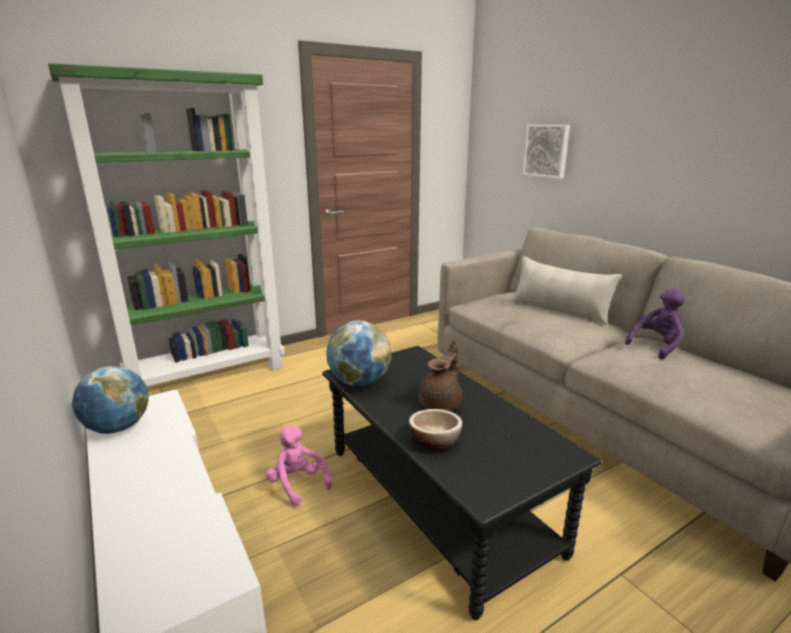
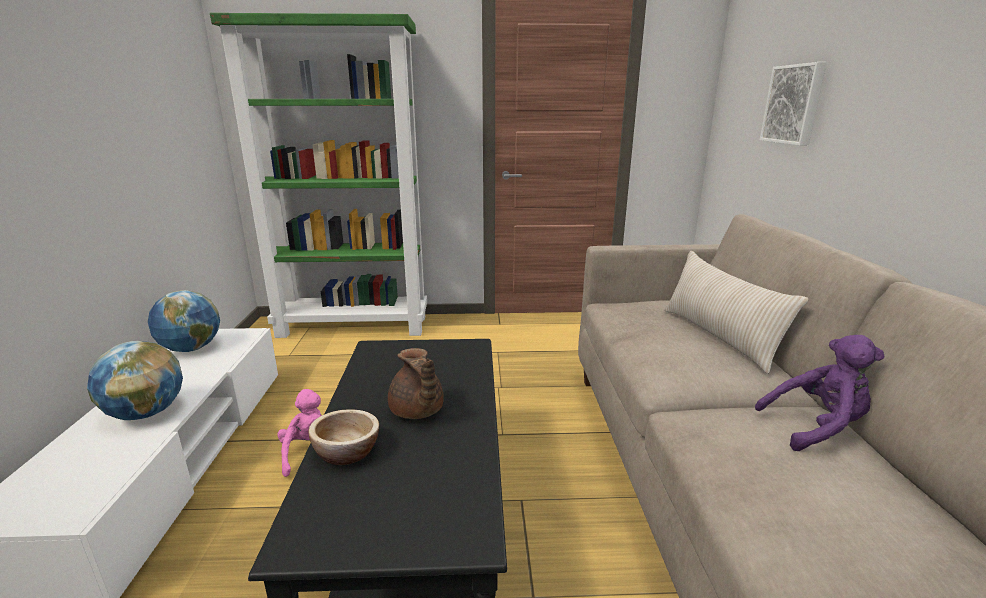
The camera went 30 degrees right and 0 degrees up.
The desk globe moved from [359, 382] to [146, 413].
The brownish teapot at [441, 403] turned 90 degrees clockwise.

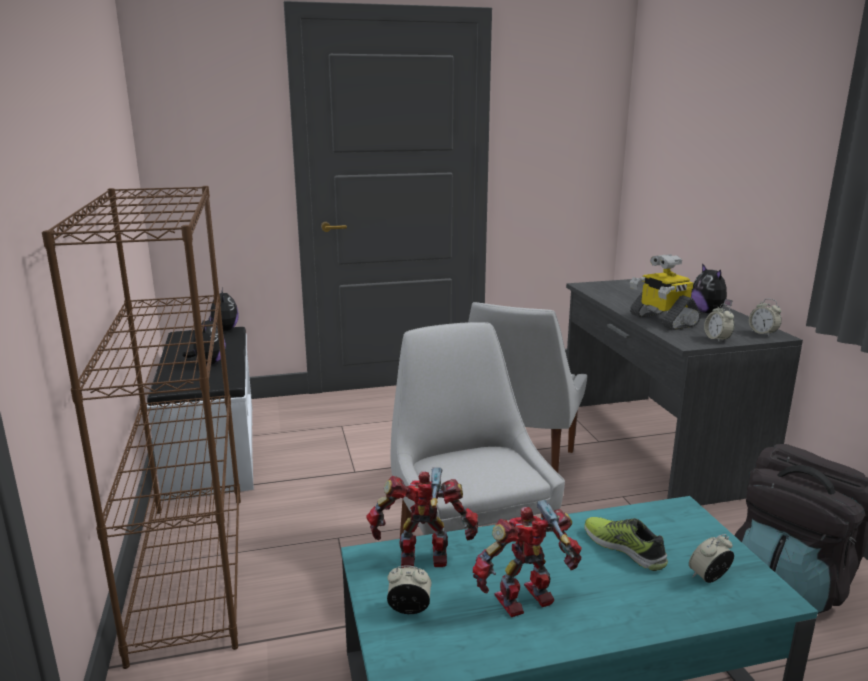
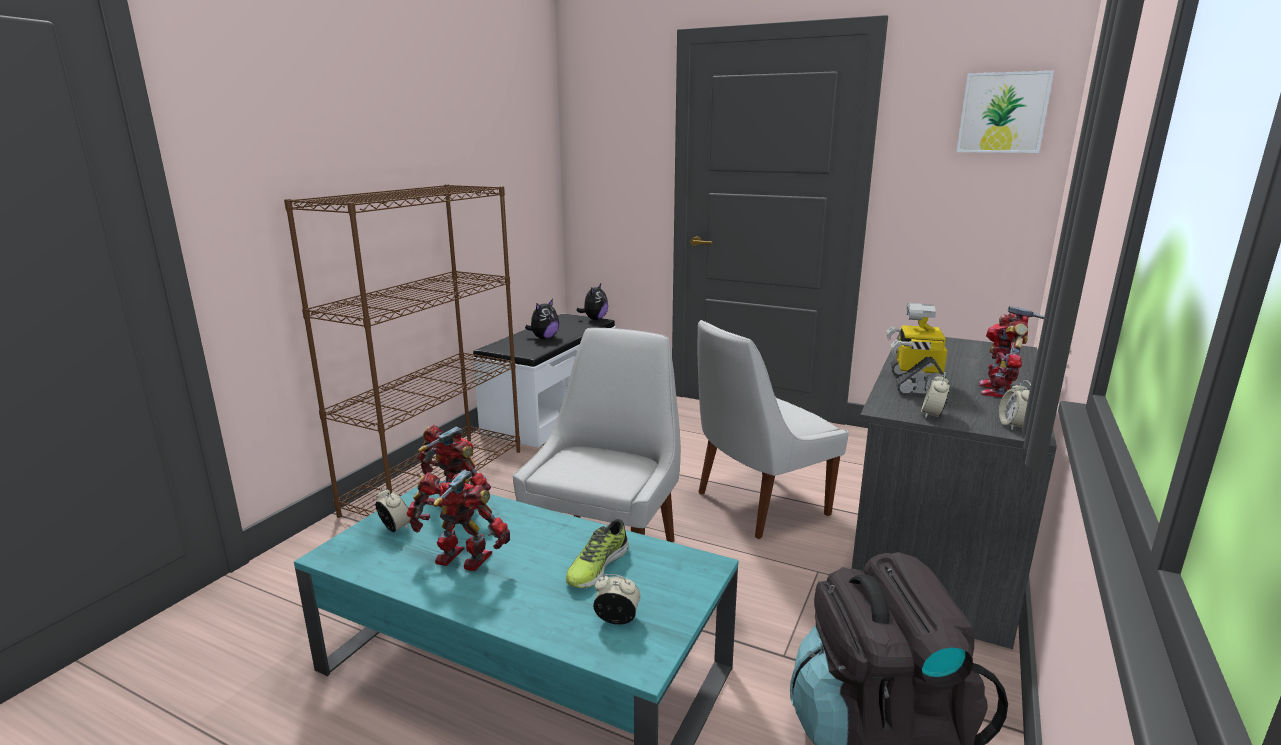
The camera went 40 degrees right and 0 degrees up.
The wall art at [1003, 113] appeared.
The cuddly toy at [708, 312] was replaced by the toy robot at [1000, 391].
The low shoe at [625, 548] turned 150 degrees counterclockwise.

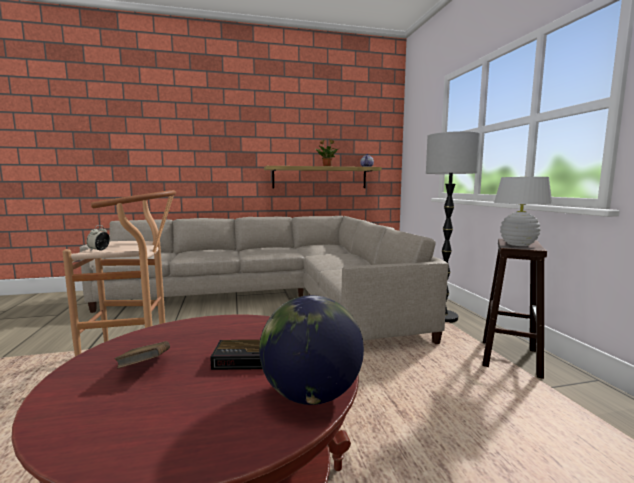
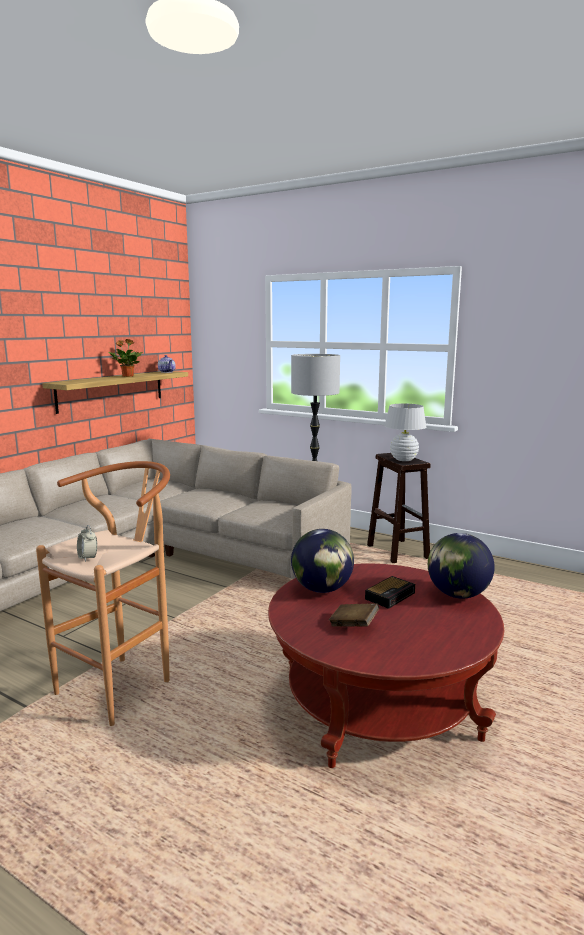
The camera went 45 degrees left and 5 degrees up.
The desk globe at [322, 589] appeared.

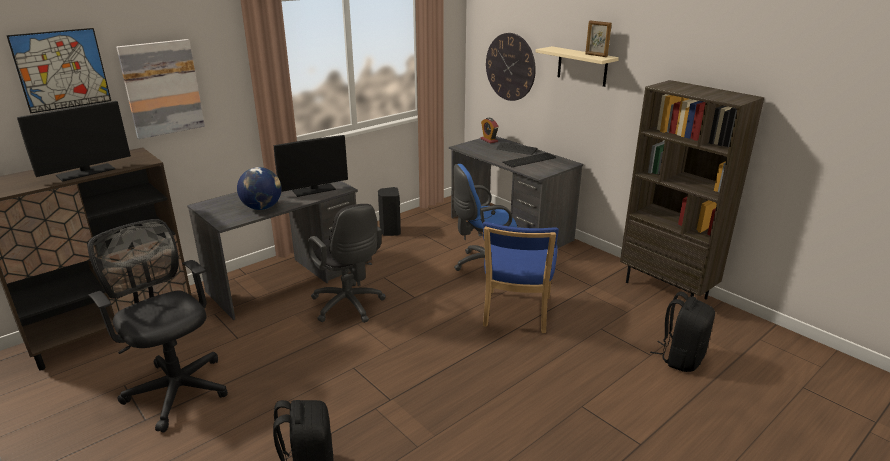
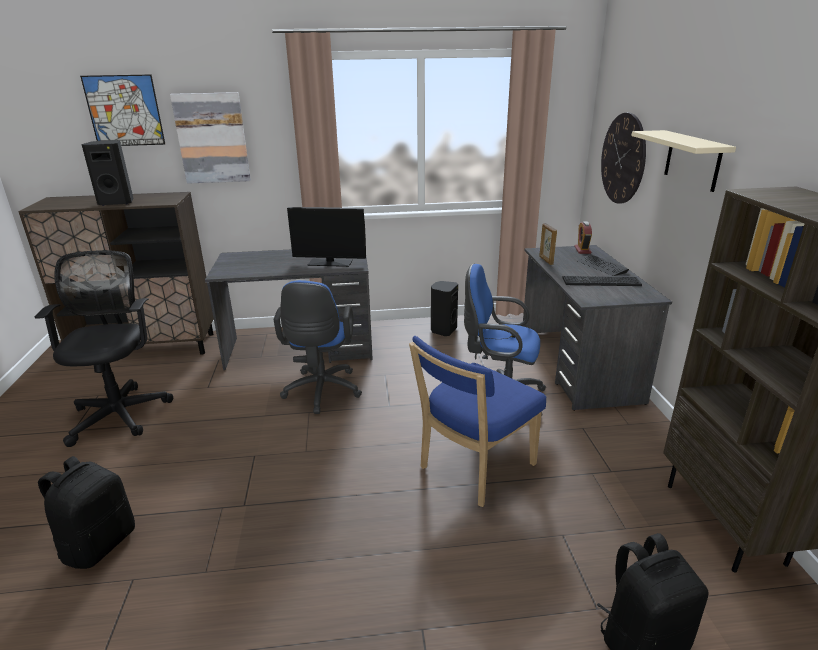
The camera went 35 degrees right and 0 degrees up.
The desk globe at [262, 207] disappeared.
The standing frame moved from [596, 55] to [545, 260].
The monitor at [86, 172] was replaced by the black speaker at [117, 202].
The black office chair at [349, 306] became the blue office chair at [321, 393].

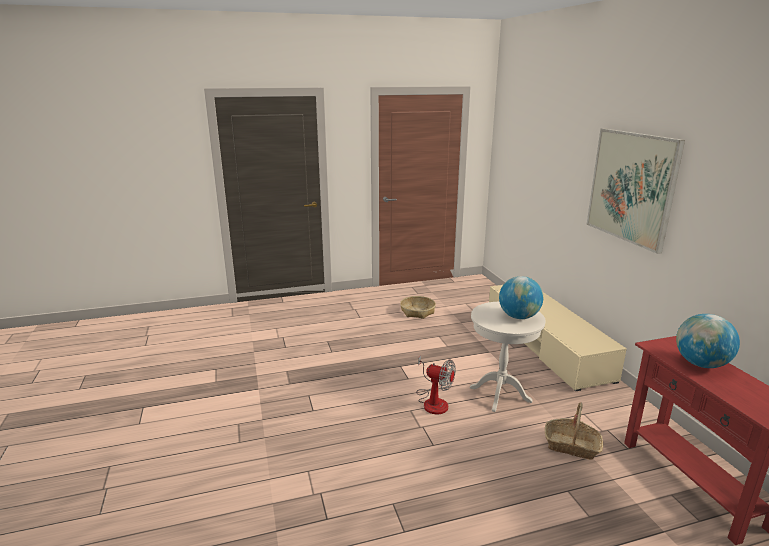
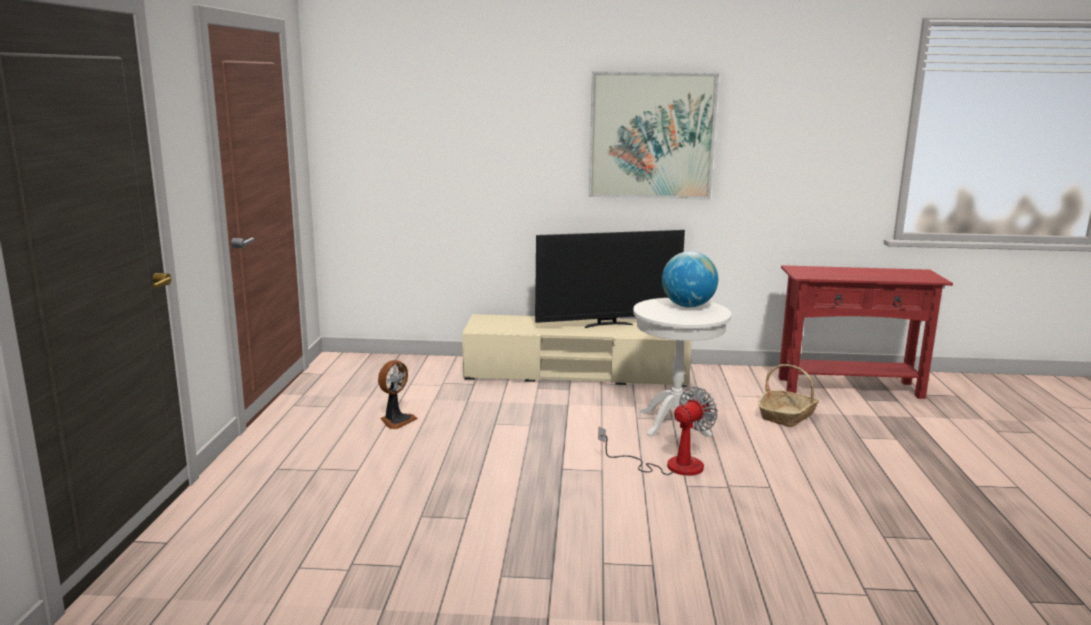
The camera went 70 degrees left and 5 degrees down.
The desk globe at [701, 364] disappeared.
The television at [607, 324] appeared.
The basket at [417, 311] was replaced by the cooling fan at [396, 420].

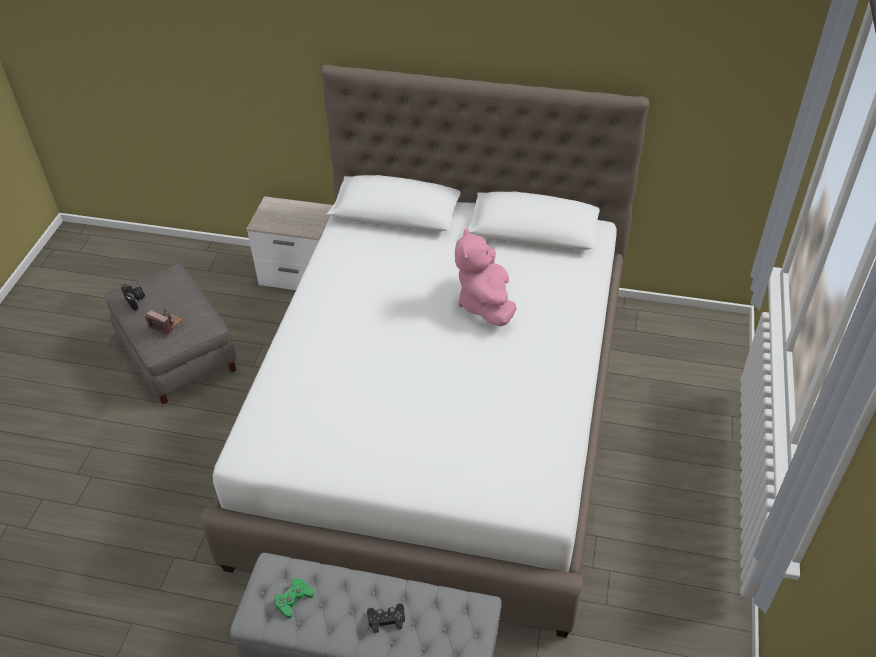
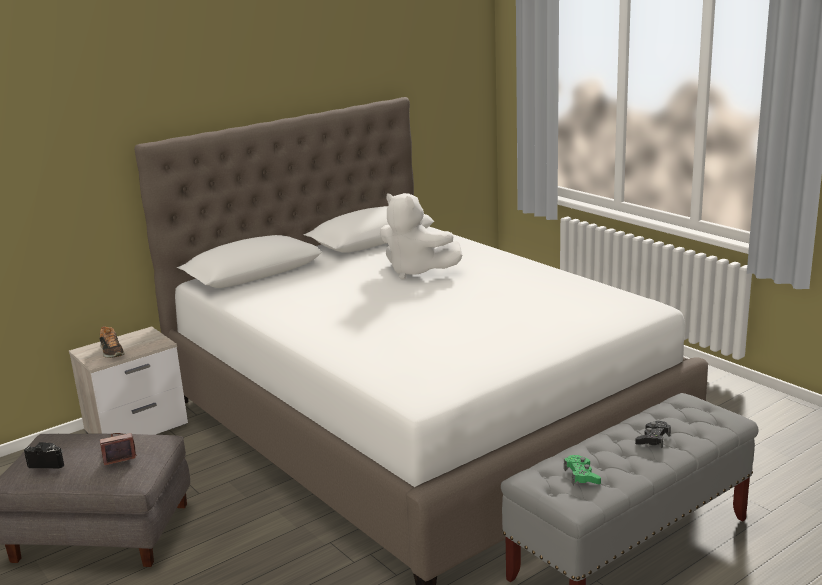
The camera went 50 degrees left and 25 degrees down.
The low shoe at [111, 352] appeared.
The pink cuddly toy at [485, 304] became the whitish cuddly toy at [416, 271].

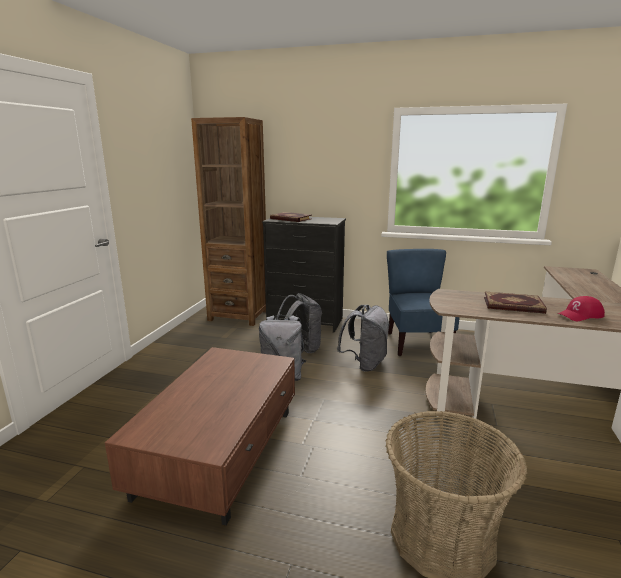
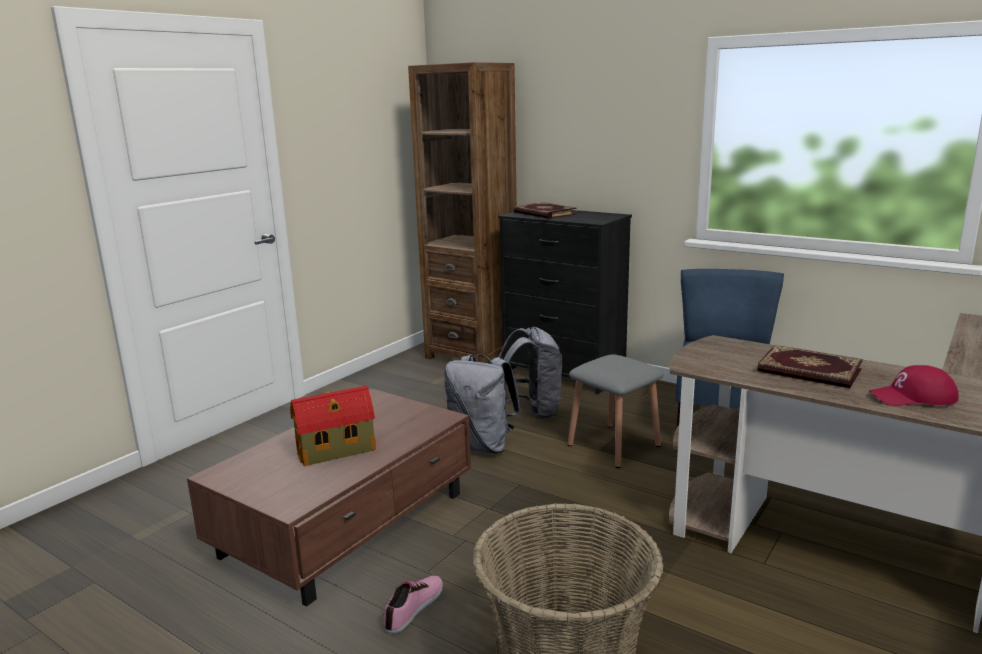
The camera went 20 degrees right and 0 degrees up.
The miniature house at [338, 450] appeared.
The low shoe at [414, 608] appeared.
The greyish backpack at [365, 364] was replaced by the greyish stool seat at [614, 445].

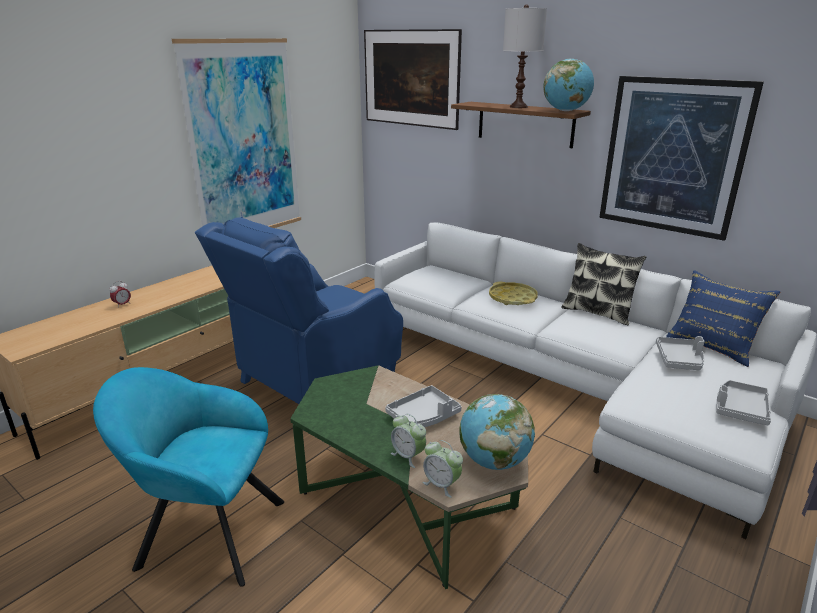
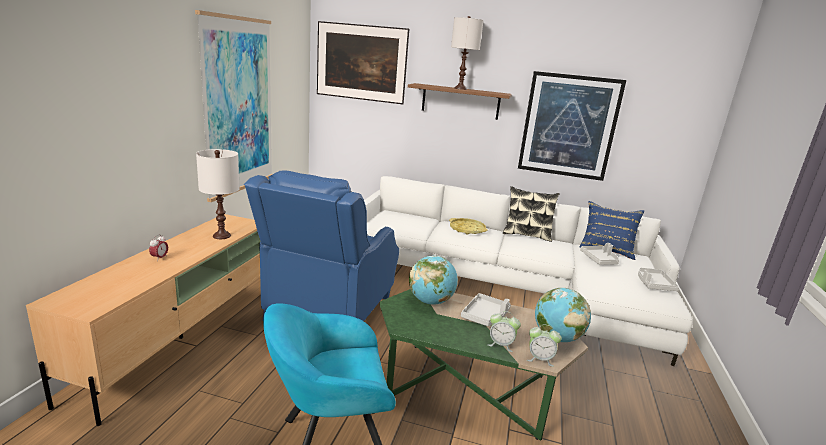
The camera went 25 degrees left and 5 degrees down.
The whitish table lamp at [221, 236] appeared.
The desk globe moved from [566, 111] to [431, 301].

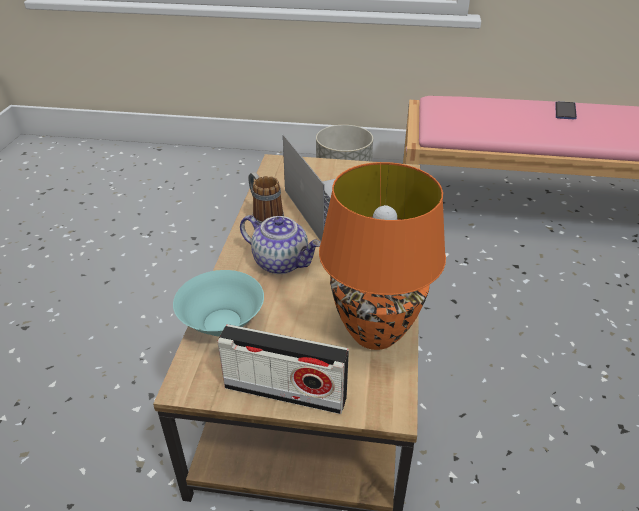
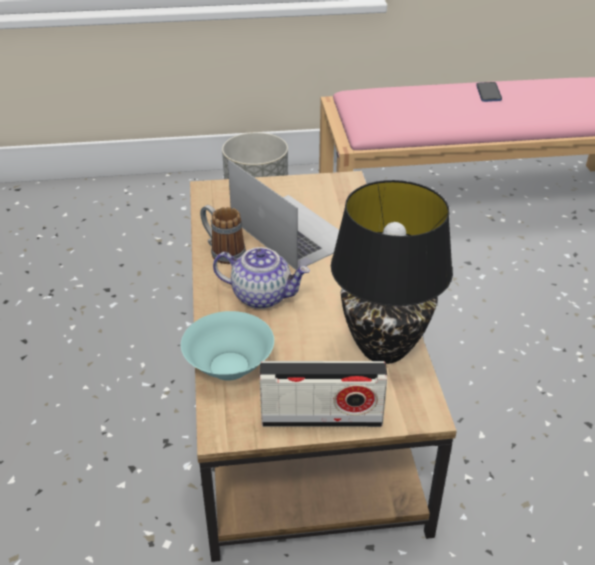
The camera went 15 degrees left and 0 degrees up.
The orange table lamp at [373, 332] became the black table lamp at [382, 348].

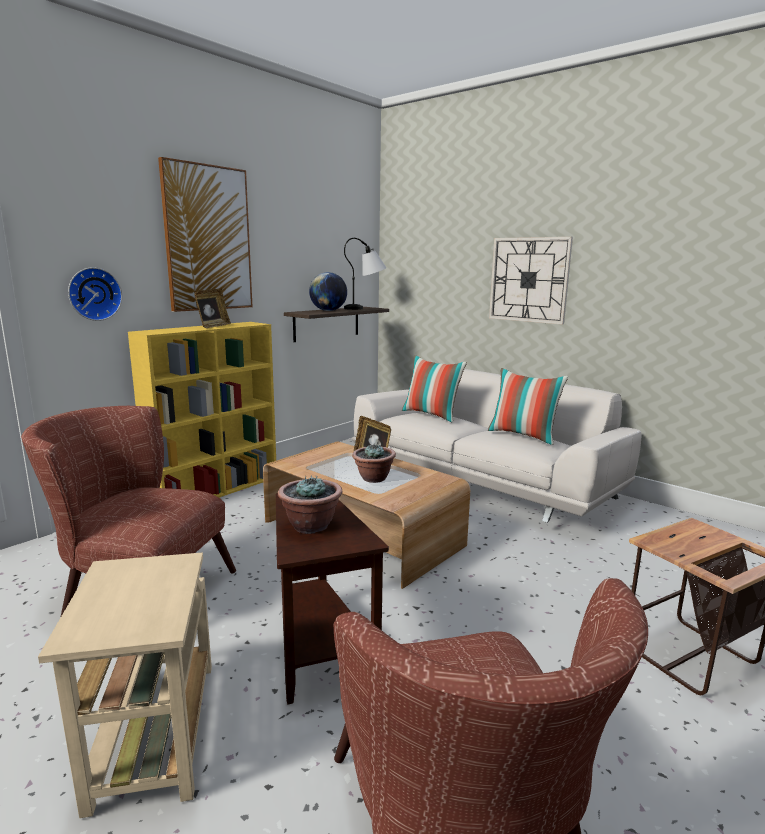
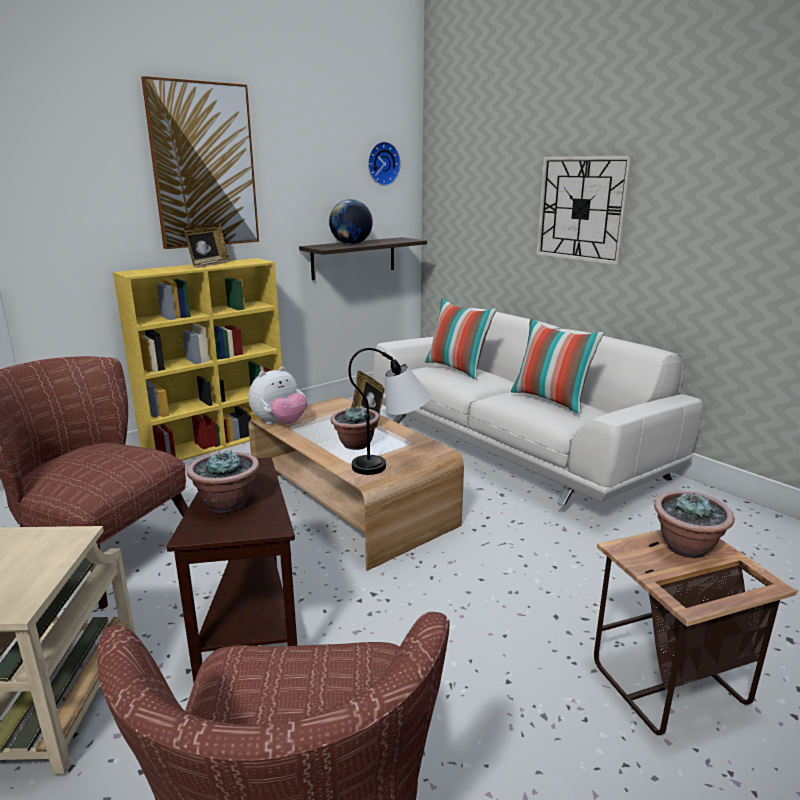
The camera went 10 degrees right and 5 degrees up.
The cuddly toy at [280, 423] appeared.
The houseplant at [686, 548] appeared.
The clock on the wall moved from [94, 294] to [382, 163].
The table lamp moved from [366, 308] to [392, 465].

